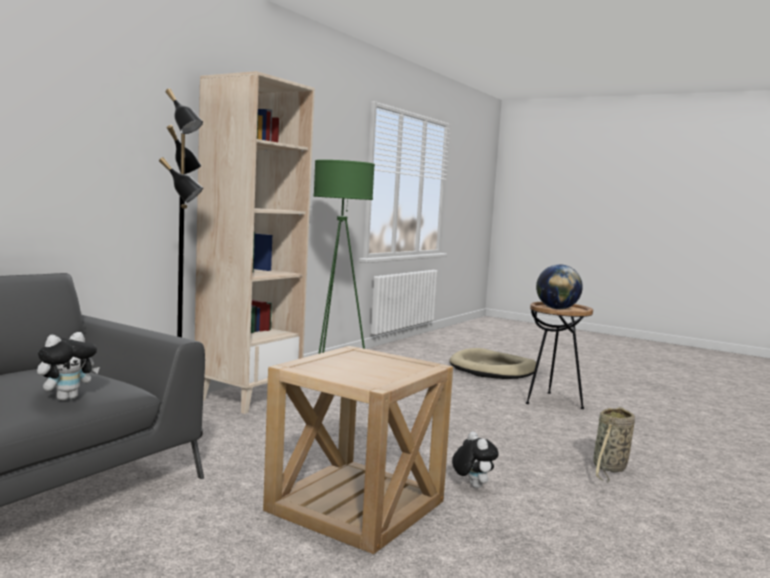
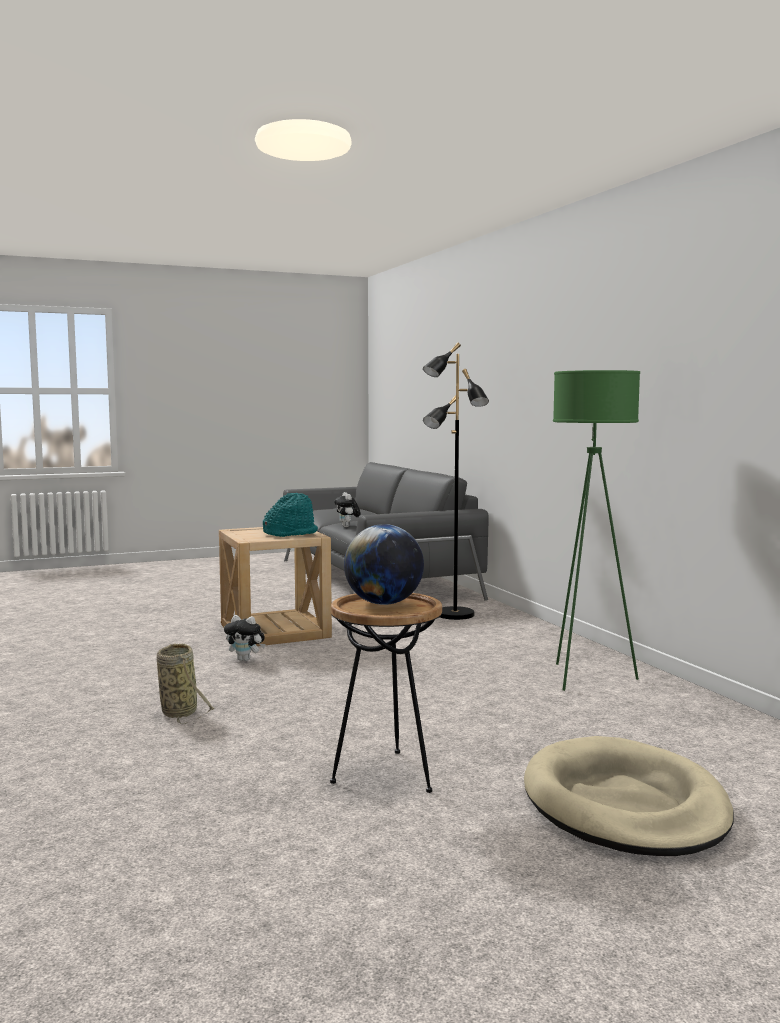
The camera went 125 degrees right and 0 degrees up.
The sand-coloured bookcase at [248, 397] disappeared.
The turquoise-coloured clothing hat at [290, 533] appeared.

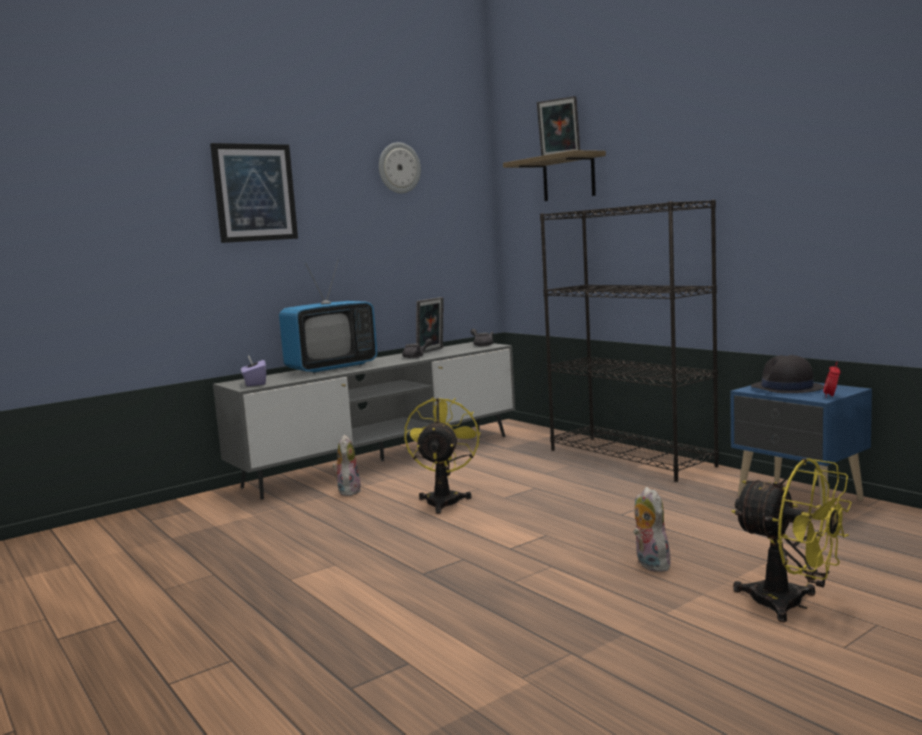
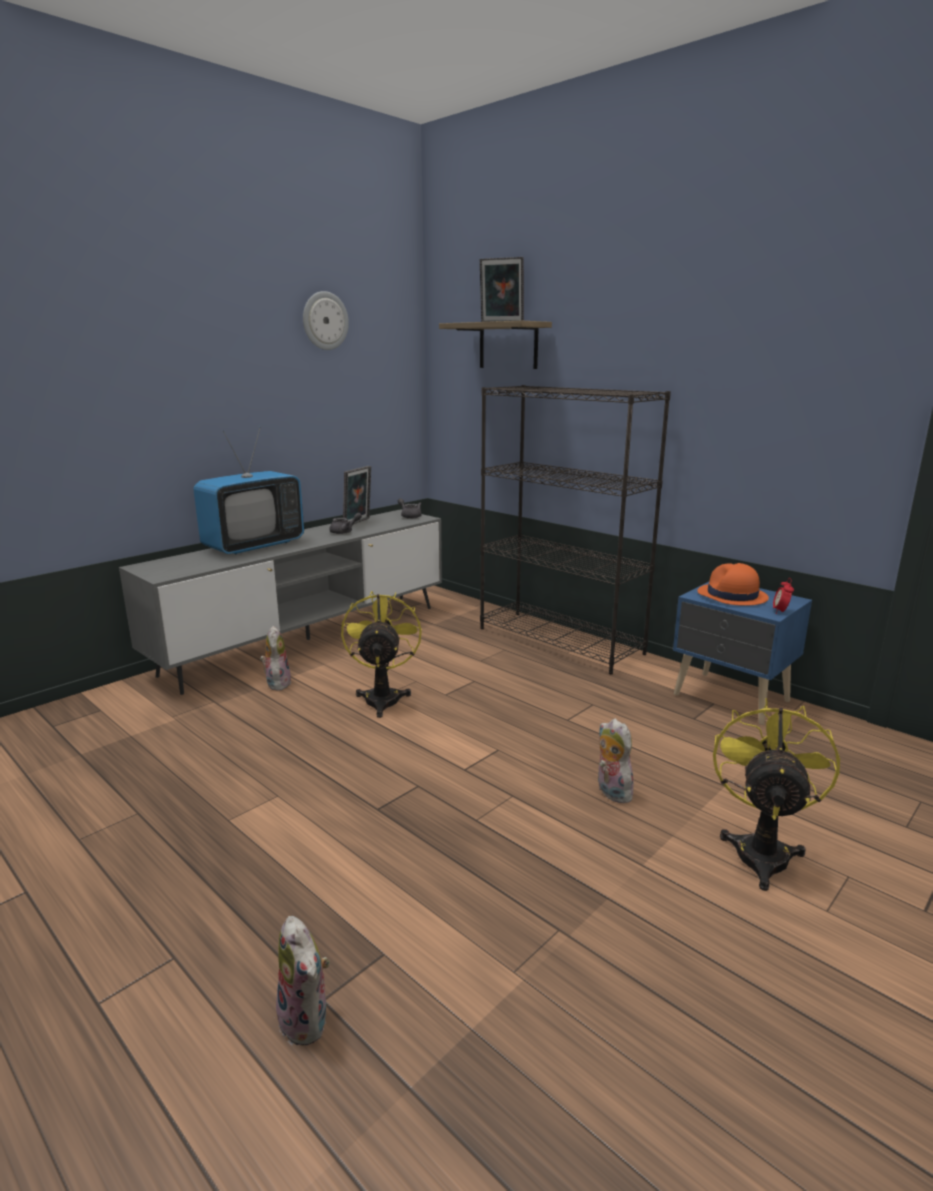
The camera went 10 degrees left and 10 degrees up.
The wall art at [254, 193] disappeared.
The purple box of tissues at [255, 383] disappeared.
The cuddly toy at [308, 1020] appeared.
The black clothing hat at [786, 388] became the orange clothing hat at [732, 596].
The yellow cooling fan at [791, 605] turned 105 degrees counterclockwise.

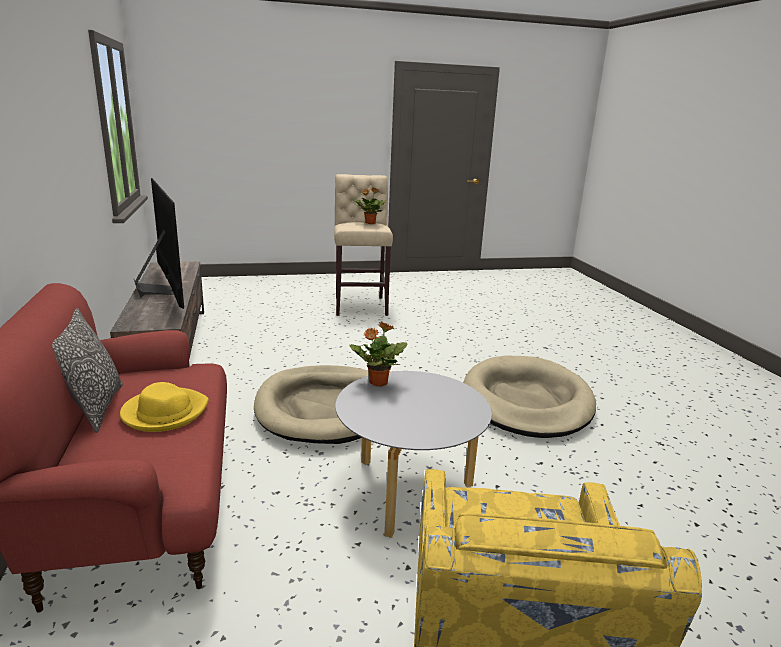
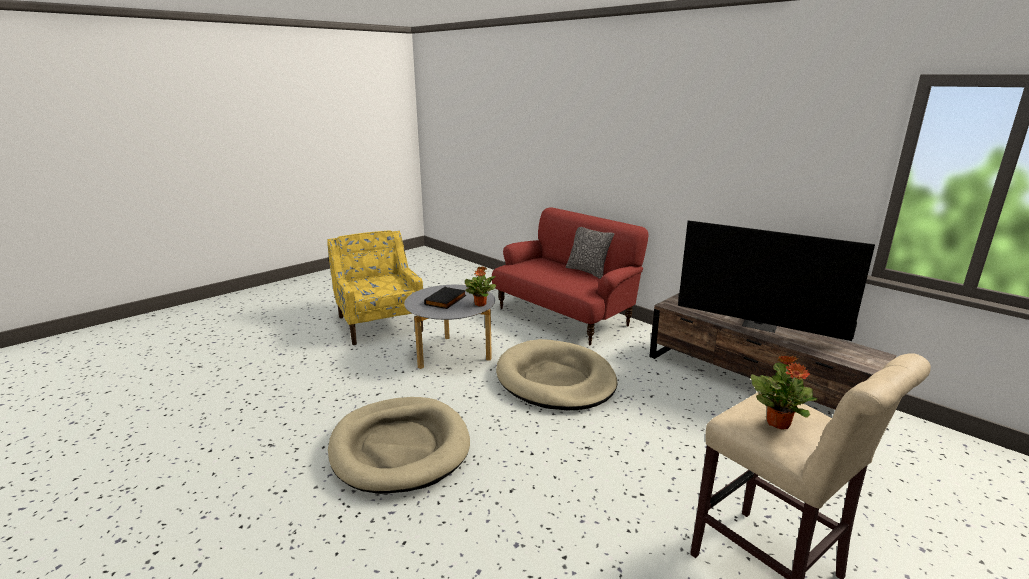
The camera went 150 degrees right and 0 degrees up.
The yellow clothing hat at [164, 412] disappeared.
The black volume at [446, 300] appeared.

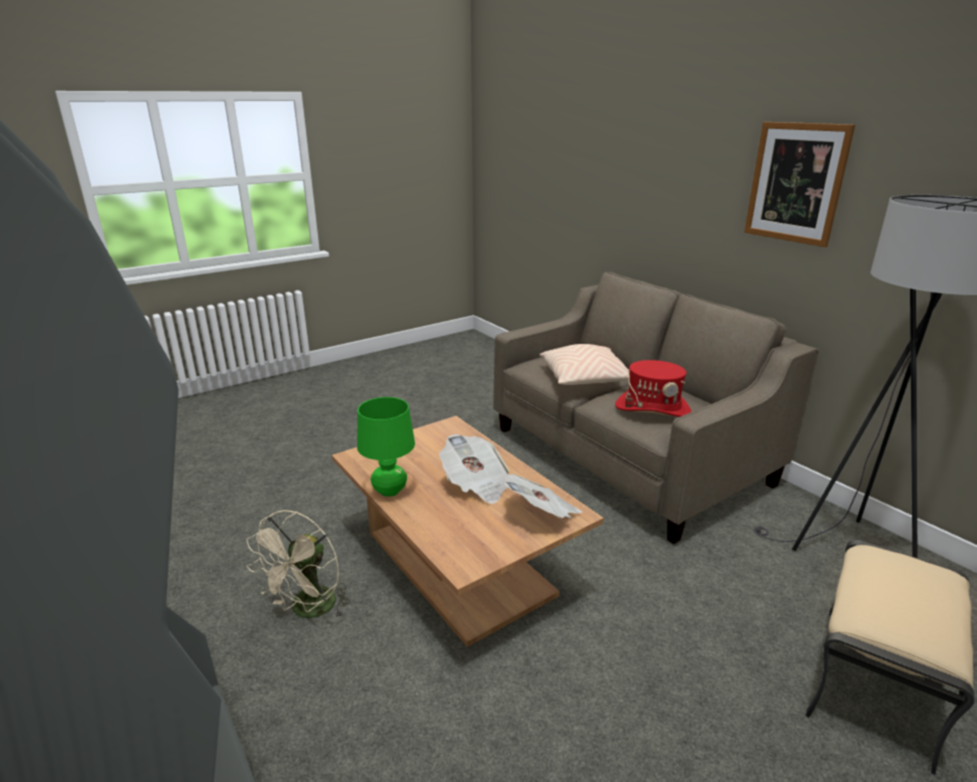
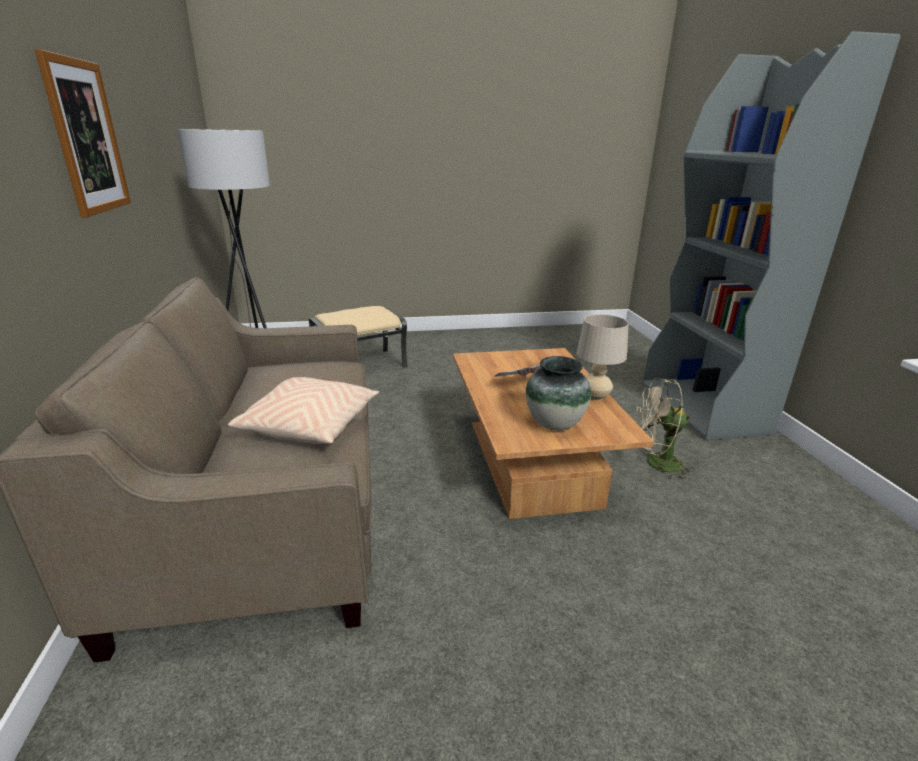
The camera went 155 degrees left and 0 degrees up.
The daily paper at [542, 514] disappeared.
The red clothing hat at [652, 408] disappeared.
The flower vase at [554, 424] appeared.
The green-coloured table lamp at [389, 491] became the sand-coloured table lamp at [595, 397].
The sand-coloured cooling fan at [309, 610] turned 135 degrees counterclockwise.

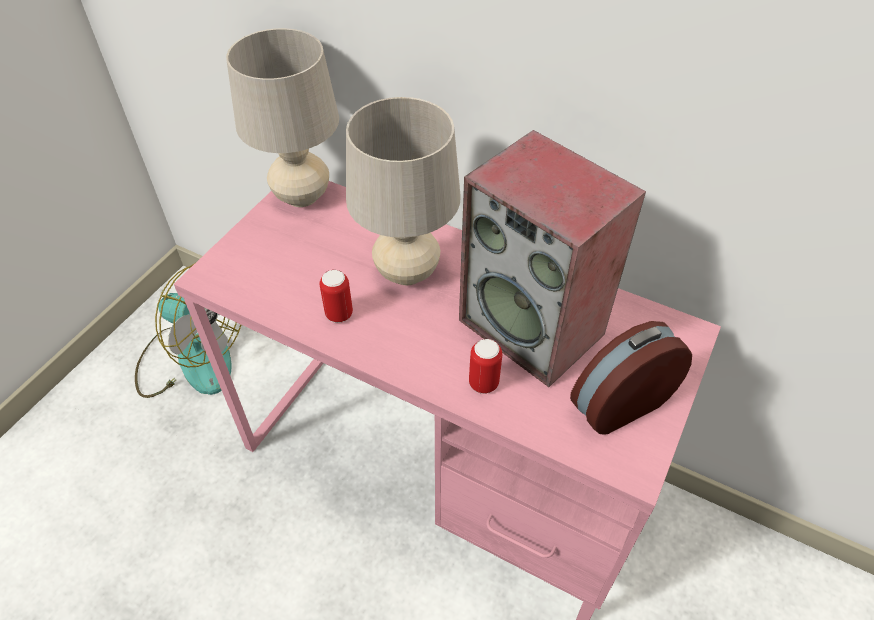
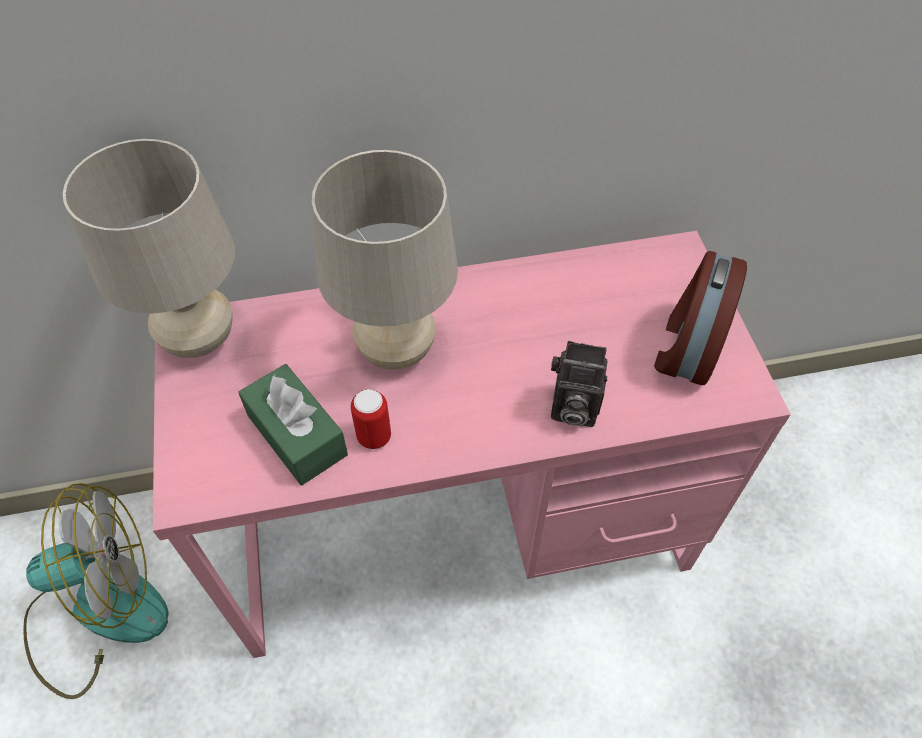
The camera went 40 degrees left and 5 degrees up.
The speaker at [534, 327] disappeared.
The green-coloured box of tissues at [297, 435] appeared.
The can at [483, 383] was replaced by the still camera at [571, 408].

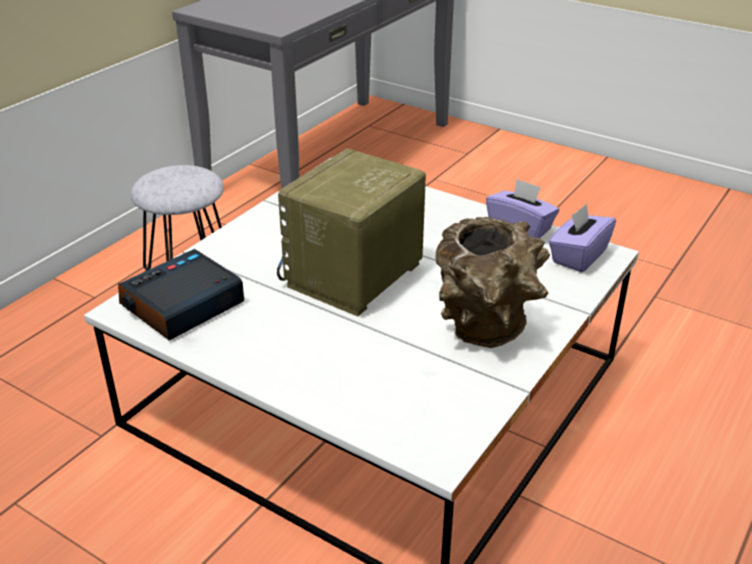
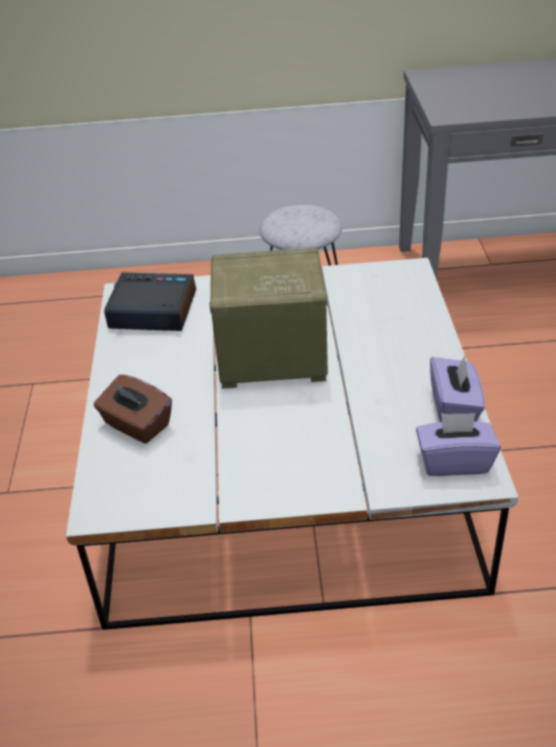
The camera went 55 degrees right and 5 degrees up.
The brownish flower vase at [485, 334] disappeared.
The brownish box of tissues at [136, 425] appeared.

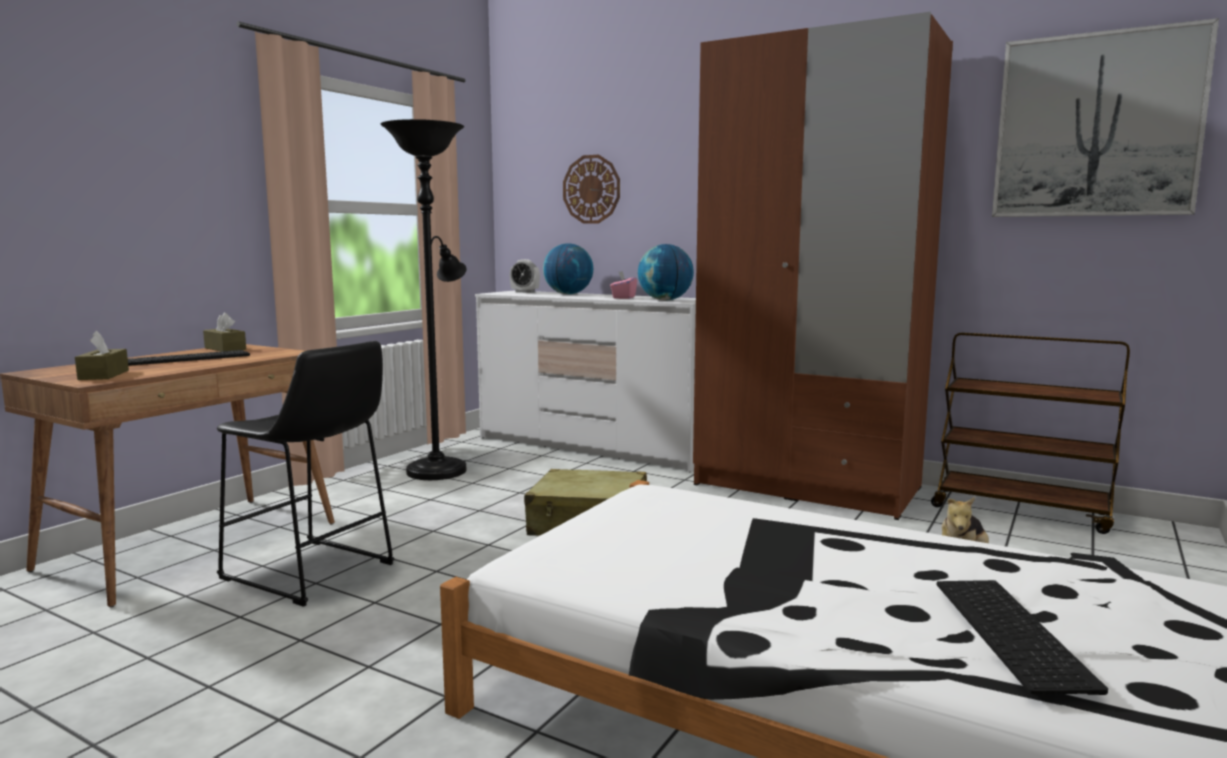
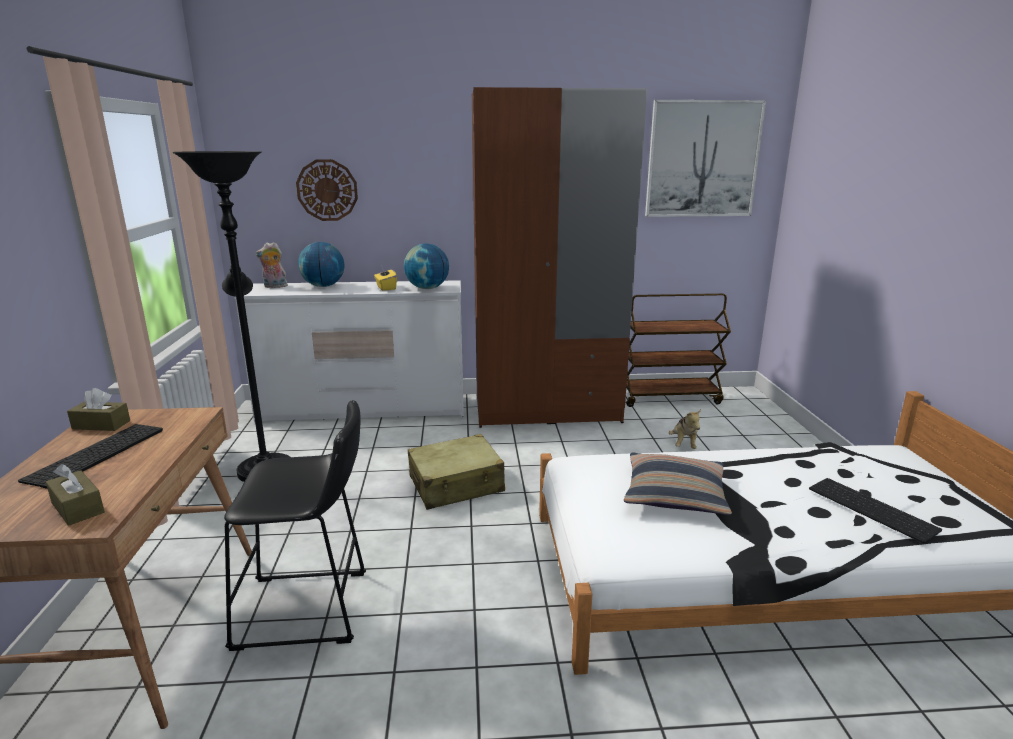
The camera went 35 degrees left and 10 degrees up.
The pillow at [674, 494] appeared.
The bedside clock at [525, 292] was replaced by the cuddly toy at [274, 286].
The pink box of tissues at [623, 298] became the yellow box of tissues at [386, 288].

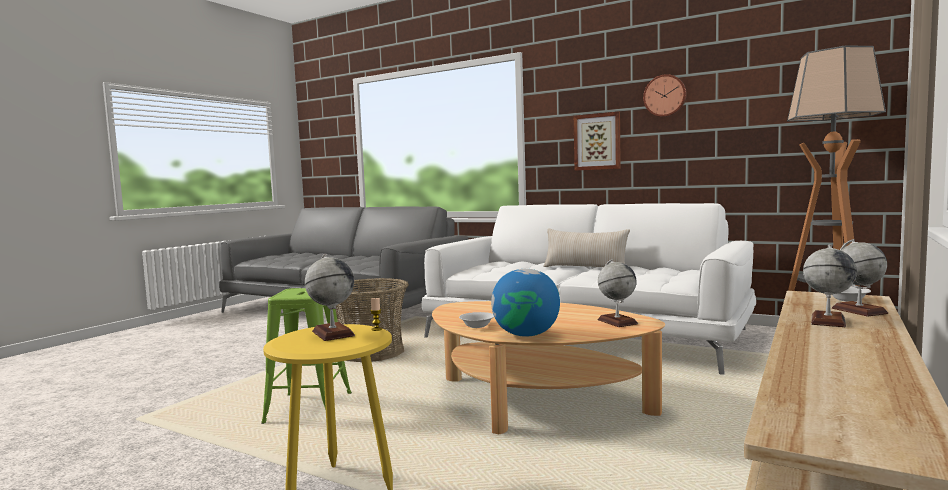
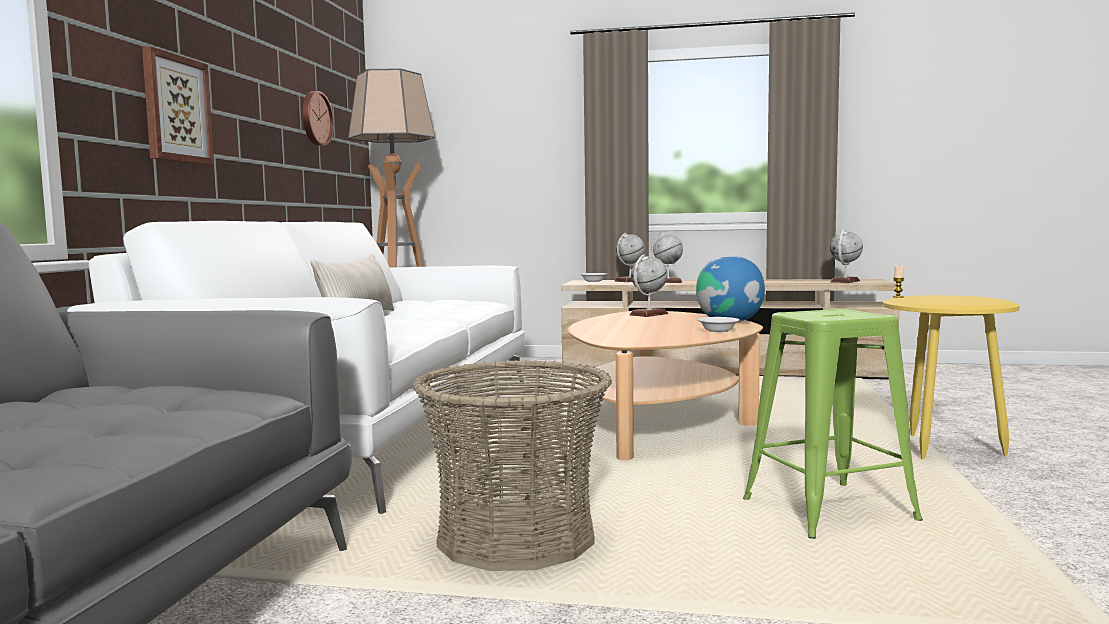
The camera went 110 degrees left and 0 degrees up.
The desk globe moved from [333, 333] to [845, 281].
The clock on the wall moved from [665, 96] to [315, 118].

